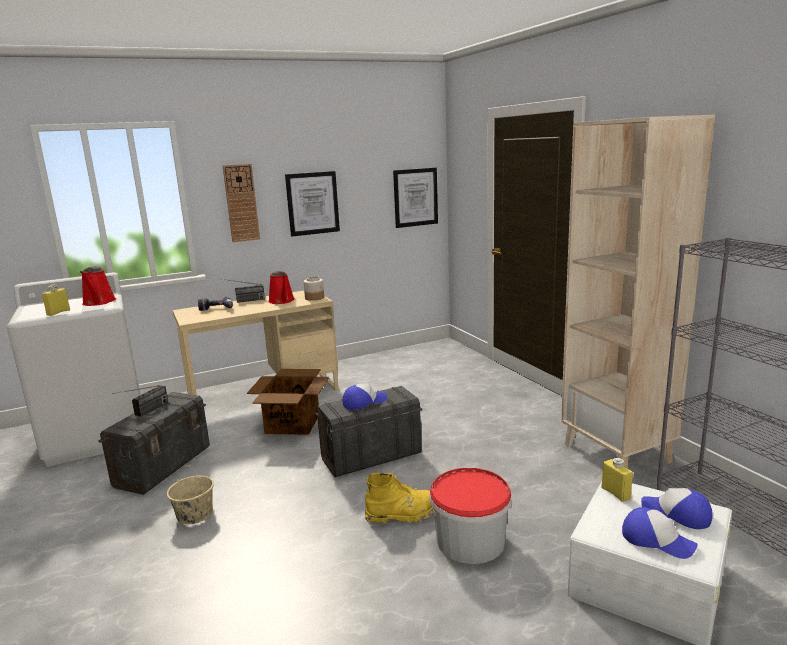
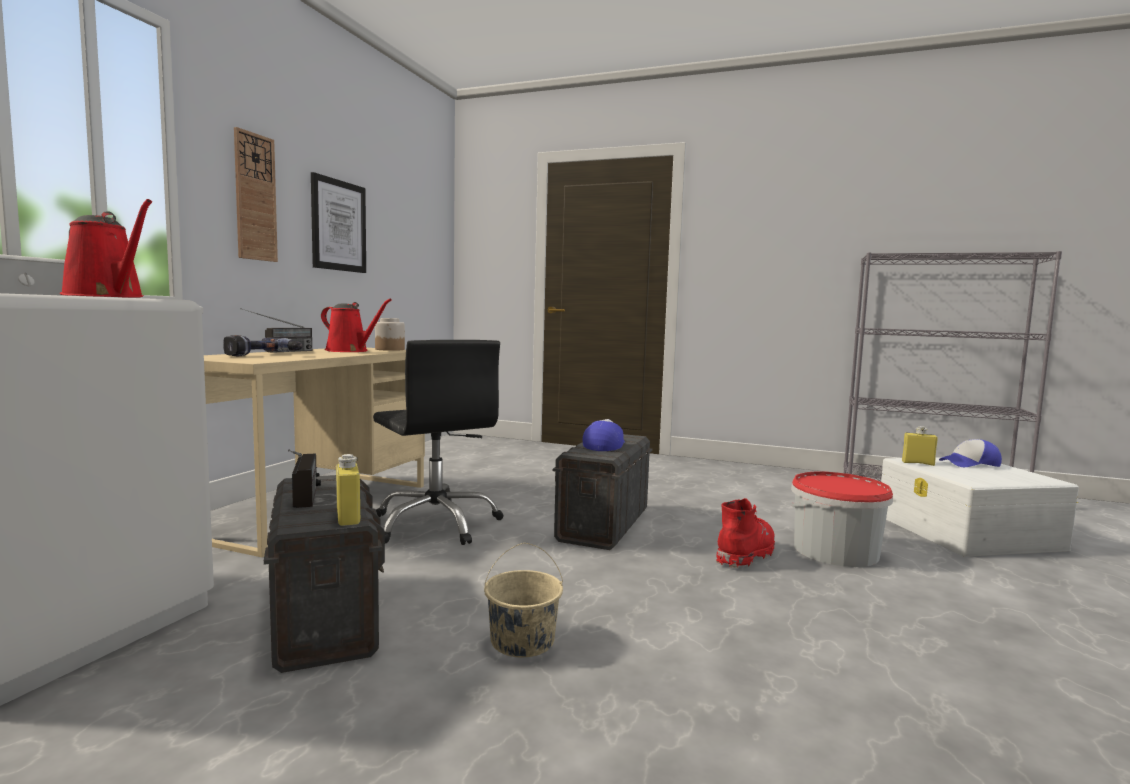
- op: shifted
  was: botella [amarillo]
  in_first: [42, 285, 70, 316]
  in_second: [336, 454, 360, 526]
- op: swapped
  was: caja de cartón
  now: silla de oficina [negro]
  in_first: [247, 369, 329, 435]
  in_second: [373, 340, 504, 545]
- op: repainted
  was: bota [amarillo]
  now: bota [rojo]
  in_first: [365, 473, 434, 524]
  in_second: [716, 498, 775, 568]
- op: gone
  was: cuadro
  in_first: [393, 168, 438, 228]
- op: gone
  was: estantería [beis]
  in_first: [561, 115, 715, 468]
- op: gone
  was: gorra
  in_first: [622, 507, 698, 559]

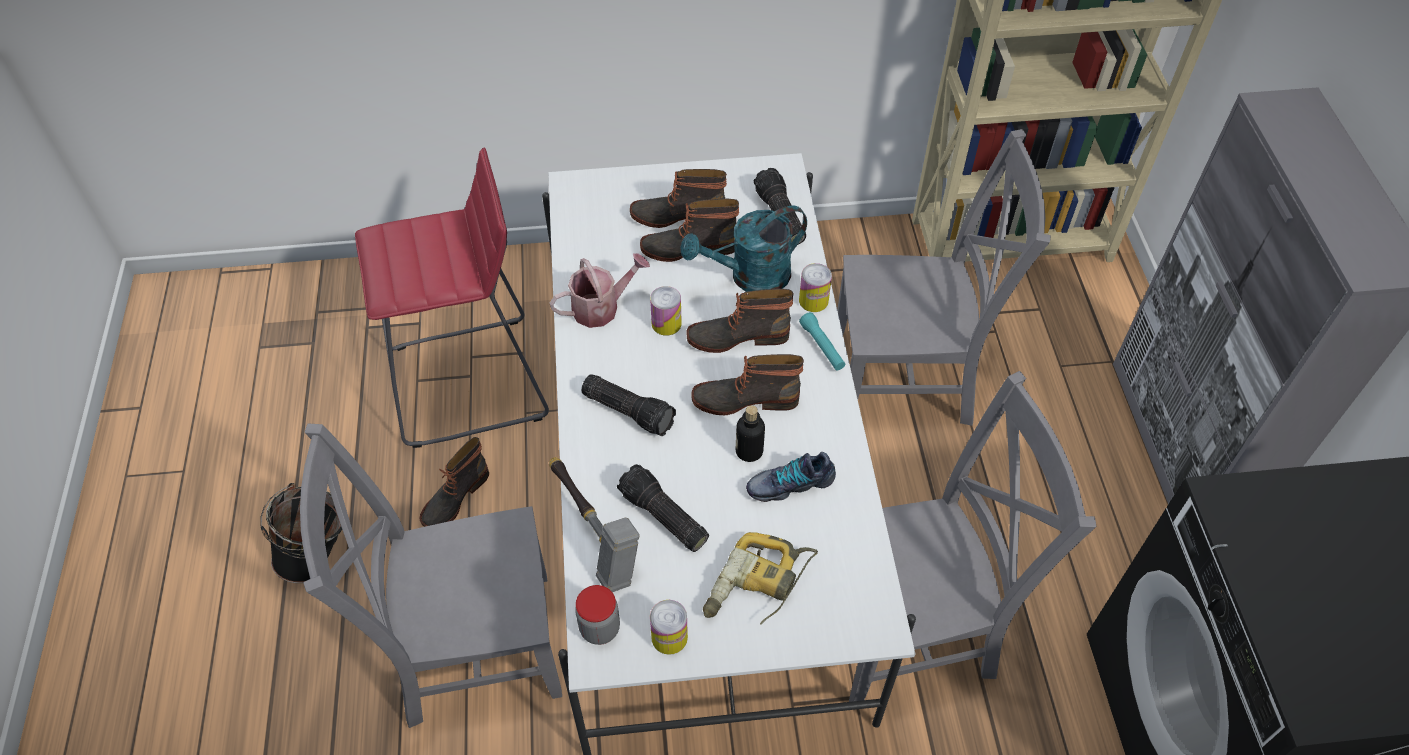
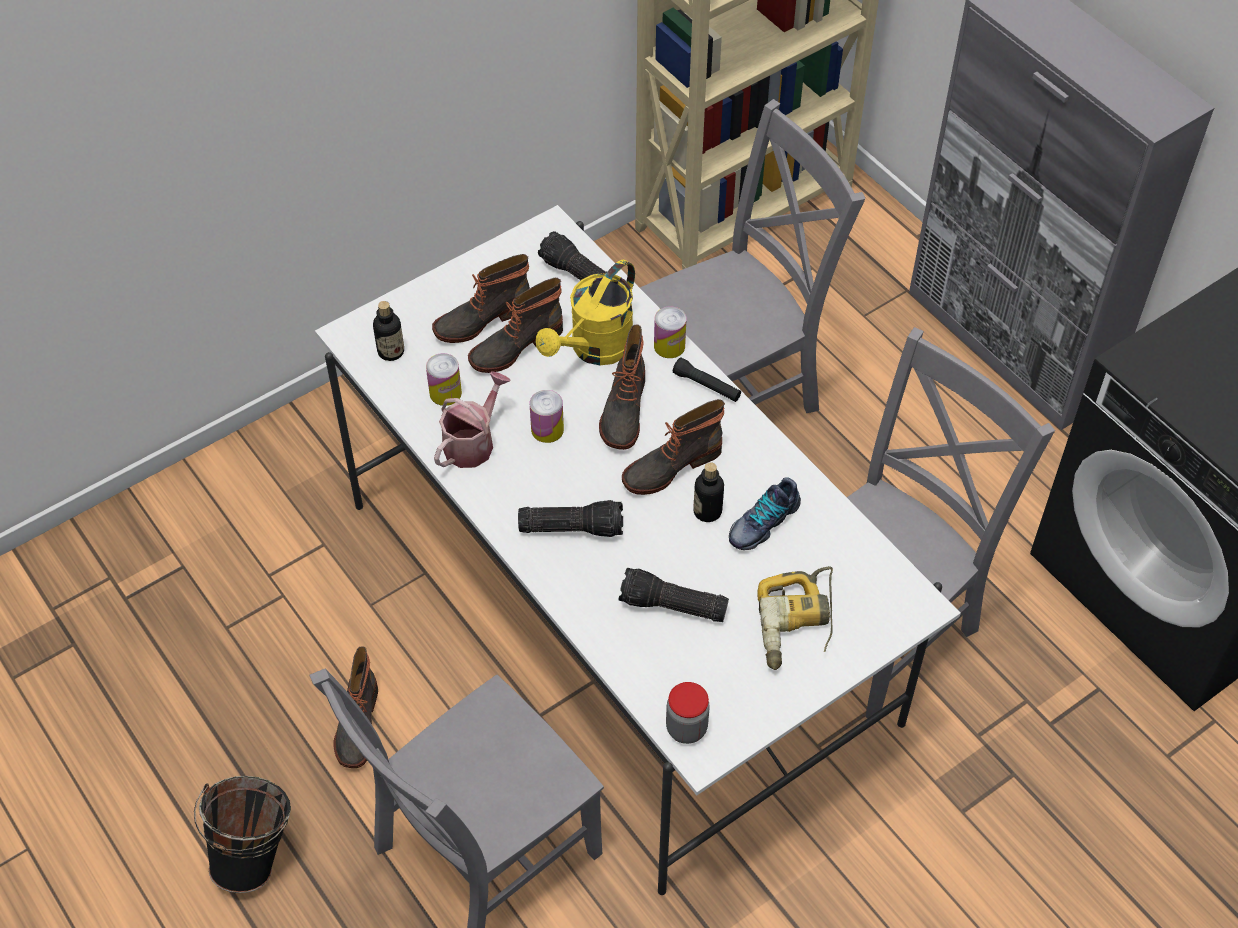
- op: gone
  was: taburete [rojo]
  in_first: [355, 148, 549, 448]
- op: gone
  was: martillo
  in_first: [549, 457, 640, 592]
- op: shifted
  was: lata
  in_first: [650, 600, 688, 655]
  in_second: [426, 353, 462, 406]
- op: repainted
  was: regadera [turquesa]
  now: regadera [amarillo]
  in_first: [680, 205, 807, 292]
  in_second: [536, 260, 635, 365]
- op: rotated
  was: bota
  in_first: [686, 288, 794, 353]
  in_second: [599, 325, 645, 450]
  clockwise: -45
- op: repainted
  was: linterna [turquesa]
  now: linterna [negro]
  in_first: [799, 312, 845, 370]
  in_second: [673, 358, 741, 402]
- op: new
  now: botella
  in_second: [373, 301, 404, 361]

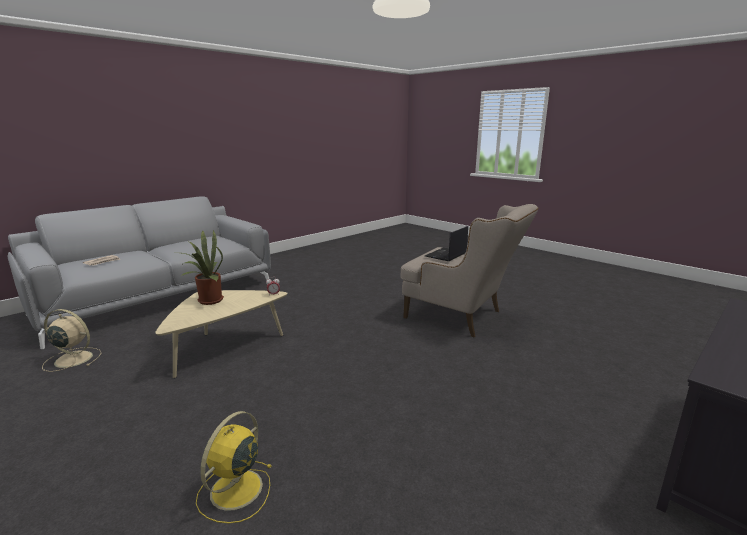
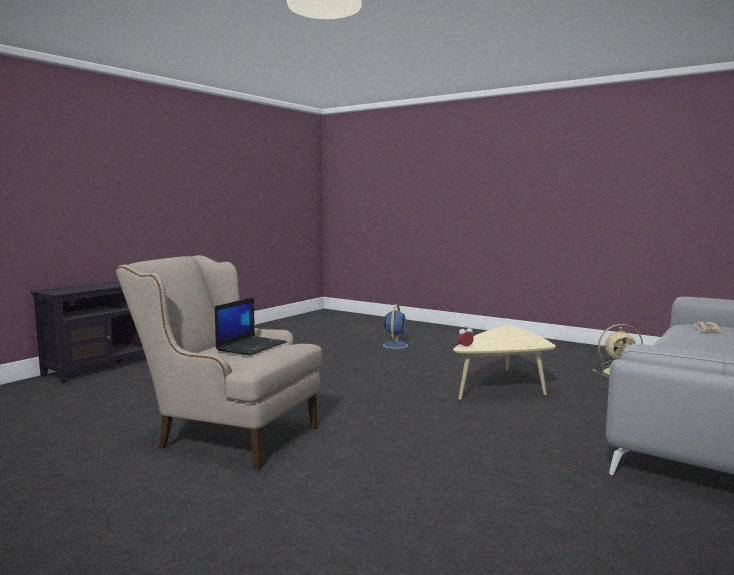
- op: gone
  was: planta en maceta
  in_first: [181, 230, 224, 305]
- op: repainted
  was: ventilador [amarillo]
  now: ventilador [azul]
  in_first: [196, 411, 271, 523]
  in_second: [378, 304, 414, 350]

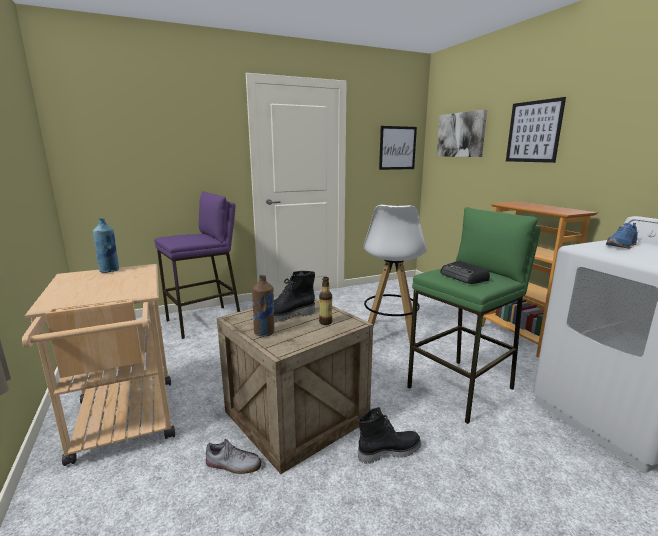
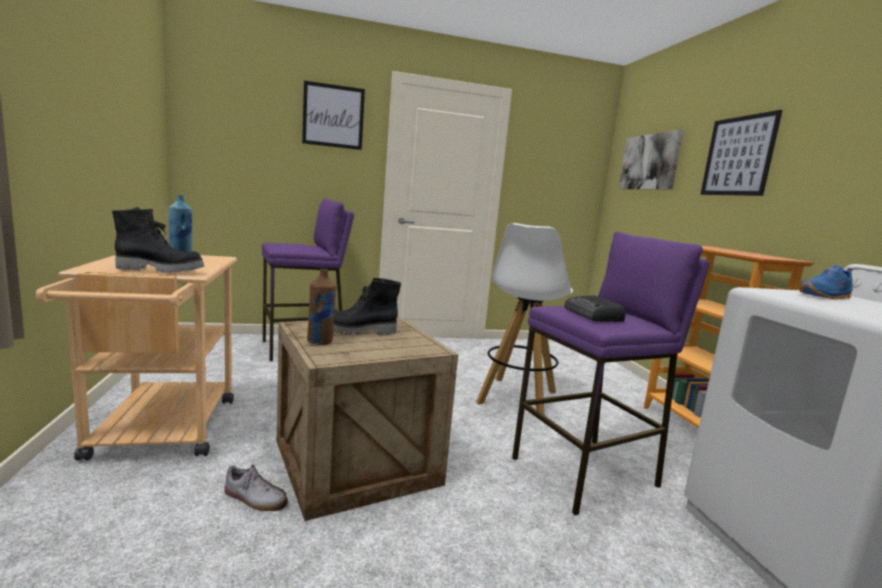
- op: gone
  was: botella
  in_first: [319, 277, 332, 325]
- op: shifted
  was: bota [negro]
  in_first: [358, 407, 421, 464]
  in_second: [112, 207, 204, 273]
- op: shifted
  was: cuadro
  in_first: [379, 126, 417, 170]
  in_second: [302, 81, 365, 150]
- op: repainted
  was: taburete [verde]
  now: taburete [morado]
  in_first: [407, 207, 541, 424]
  in_second: [512, 231, 710, 515]

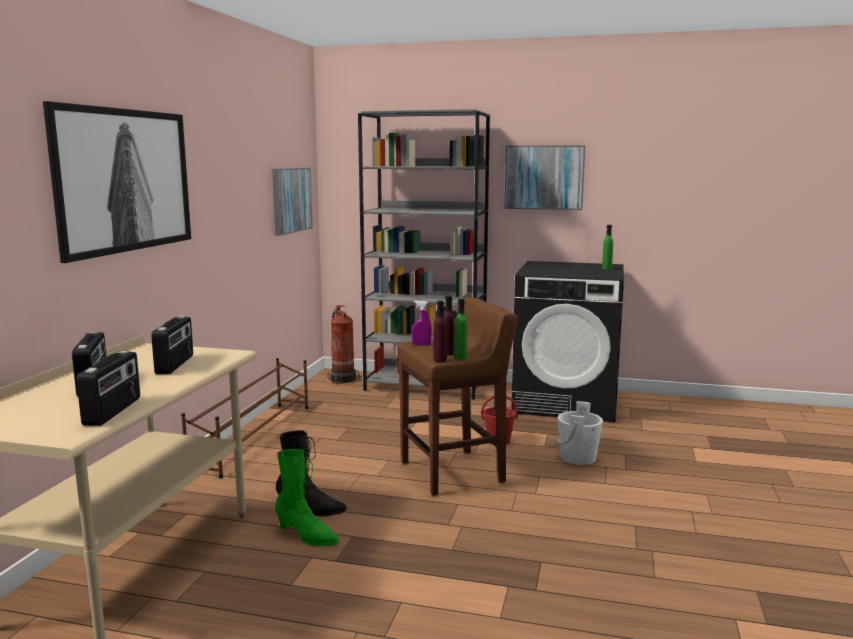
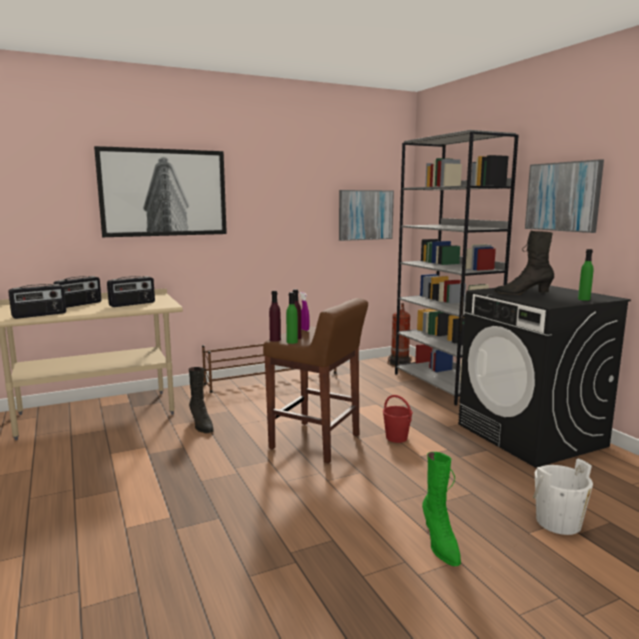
- op: shifted
  was: bota [verde]
  in_first: [275, 449, 339, 546]
  in_second: [422, 452, 461, 567]
- op: shifted
  was: cubo [blanco]
  in_first: [557, 401, 603, 465]
  in_second: [533, 458, 593, 535]
- op: new
  now: bota [negro]
  in_second: [494, 231, 554, 295]

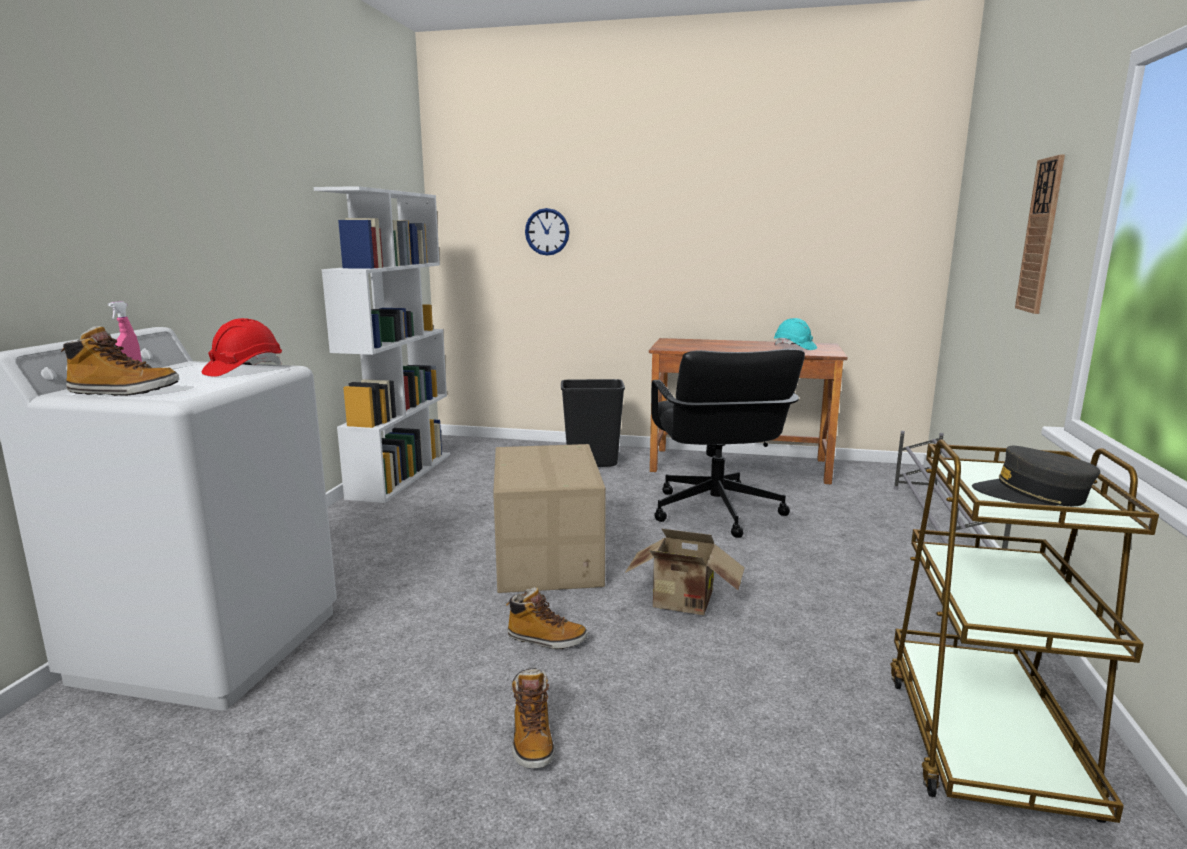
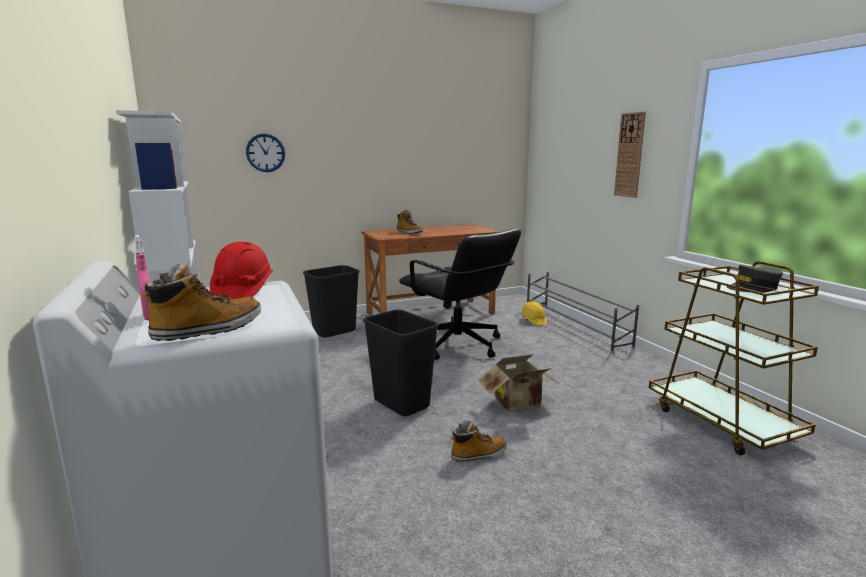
- op: swapped
  was: caja de cartón
  now: papelera [negro]
  in_first: [493, 444, 606, 593]
  in_second: [363, 310, 439, 416]
- op: shifted
  was: bota
  in_first: [512, 668, 554, 768]
  in_second: [396, 210, 423, 234]
- op: gone
  was: casco [turquesa]
  in_first: [774, 318, 817, 350]
- op: new
  now: casco [amarillo]
  in_second: [521, 301, 547, 326]

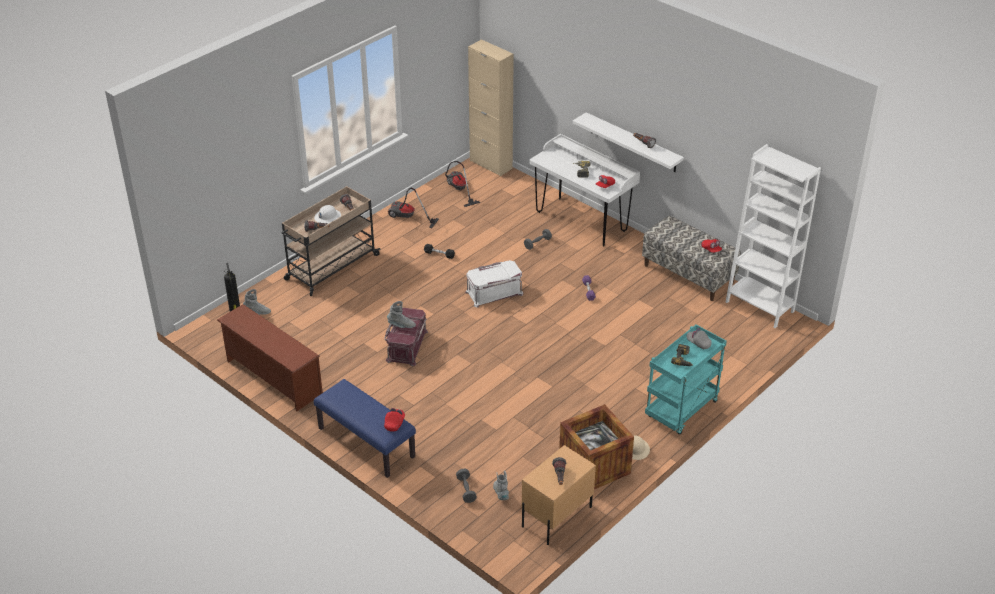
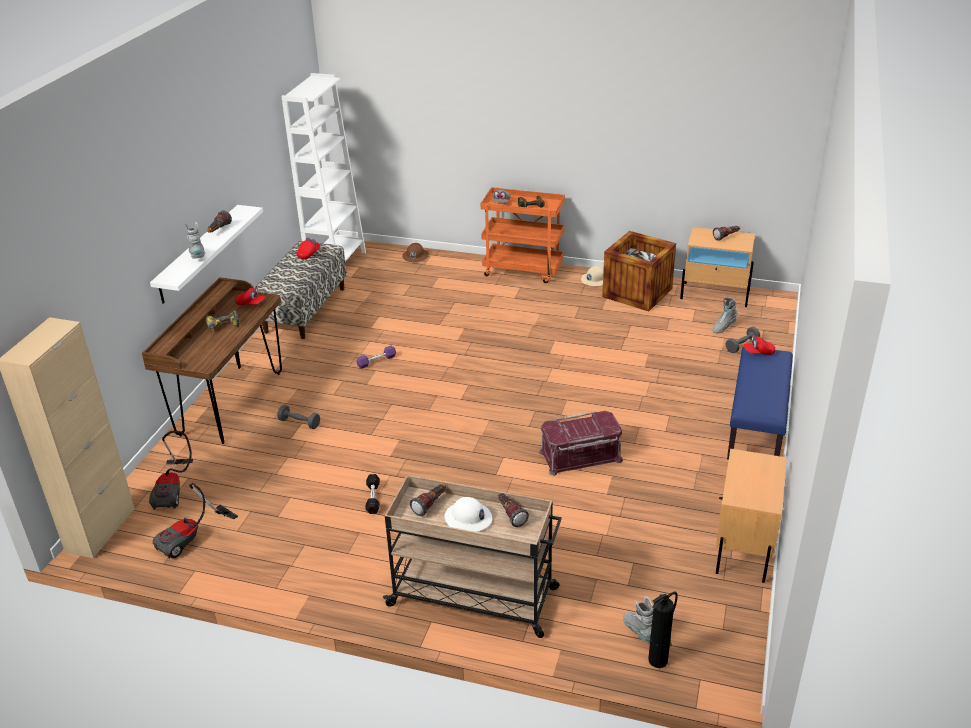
- op: swapped
  was: zapatero [marrón]
  now: mesita de noche [beis]
  in_first: [217, 304, 323, 411]
  in_second: [716, 449, 787, 583]
- op: shifted
  was: bota [gris]
  in_first: [387, 301, 416, 328]
  in_second: [185, 222, 206, 258]
- op: shifted
  was: aspiradora
  in_first: [388, 188, 439, 228]
  in_second: [149, 431, 193, 510]
- op: gone
  was: caja de almacenaje [blanco]
  in_first: [465, 260, 524, 307]
- op: repainted
  was: escritorio [blanco]
  now: escritorio [marrón]
  in_first: [530, 134, 640, 247]
  in_second: [142, 277, 282, 444]
- op: repainted
  was: carrito [turquesa]
  now: carrito [naranja]
  in_first: [645, 325, 727, 435]
  in_second: [480, 187, 565, 283]
- op: new
  now: casco [marrón]
  in_second: [402, 243, 429, 262]

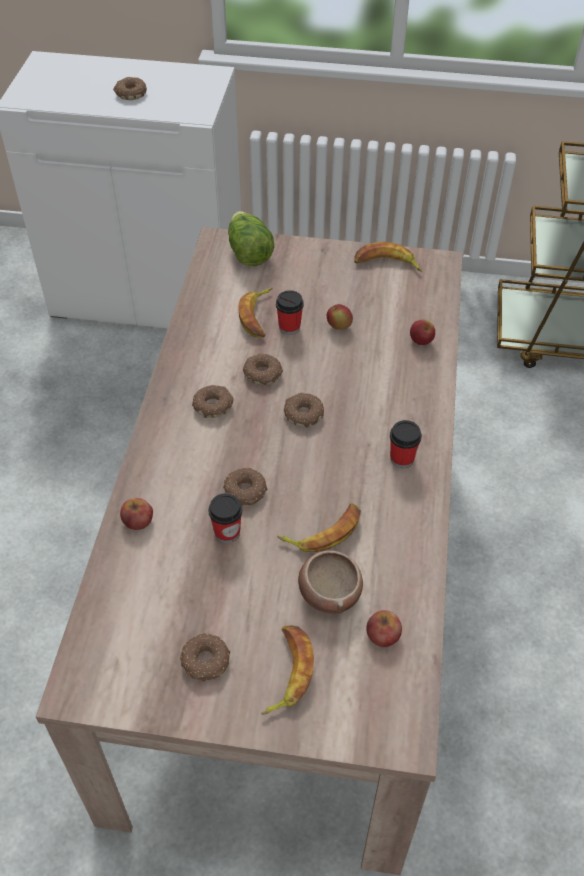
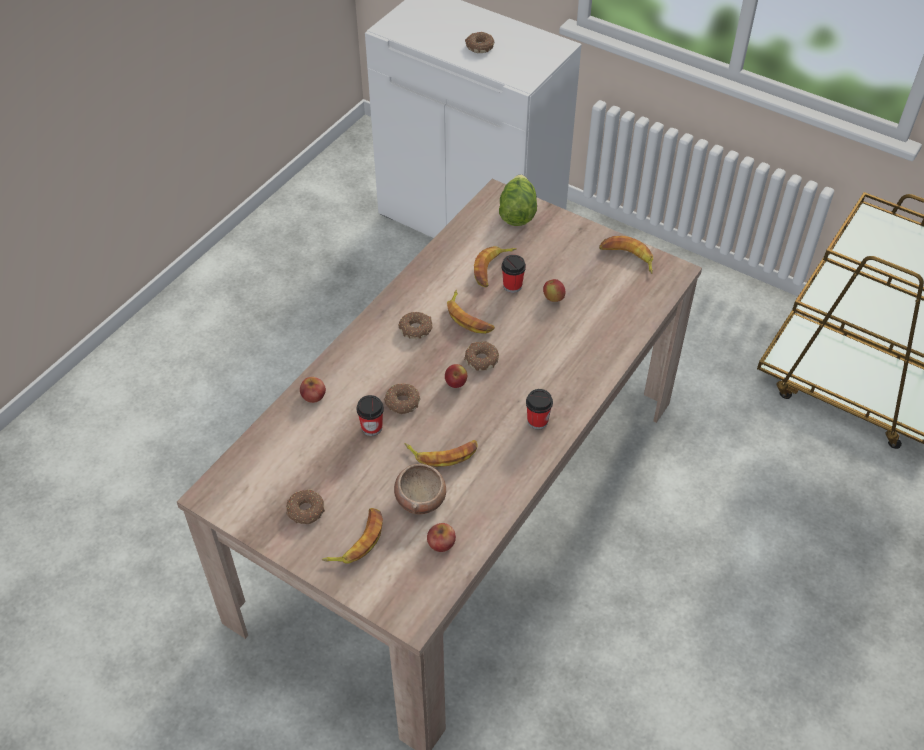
- op: swapped
  was: rosquilla
  now: plátano
  in_first: [243, 353, 283, 385]
  in_second: [447, 290, 495, 334]
- op: shifted
  was: manzana
  in_first: [410, 319, 435, 345]
  in_second: [445, 364, 467, 388]

